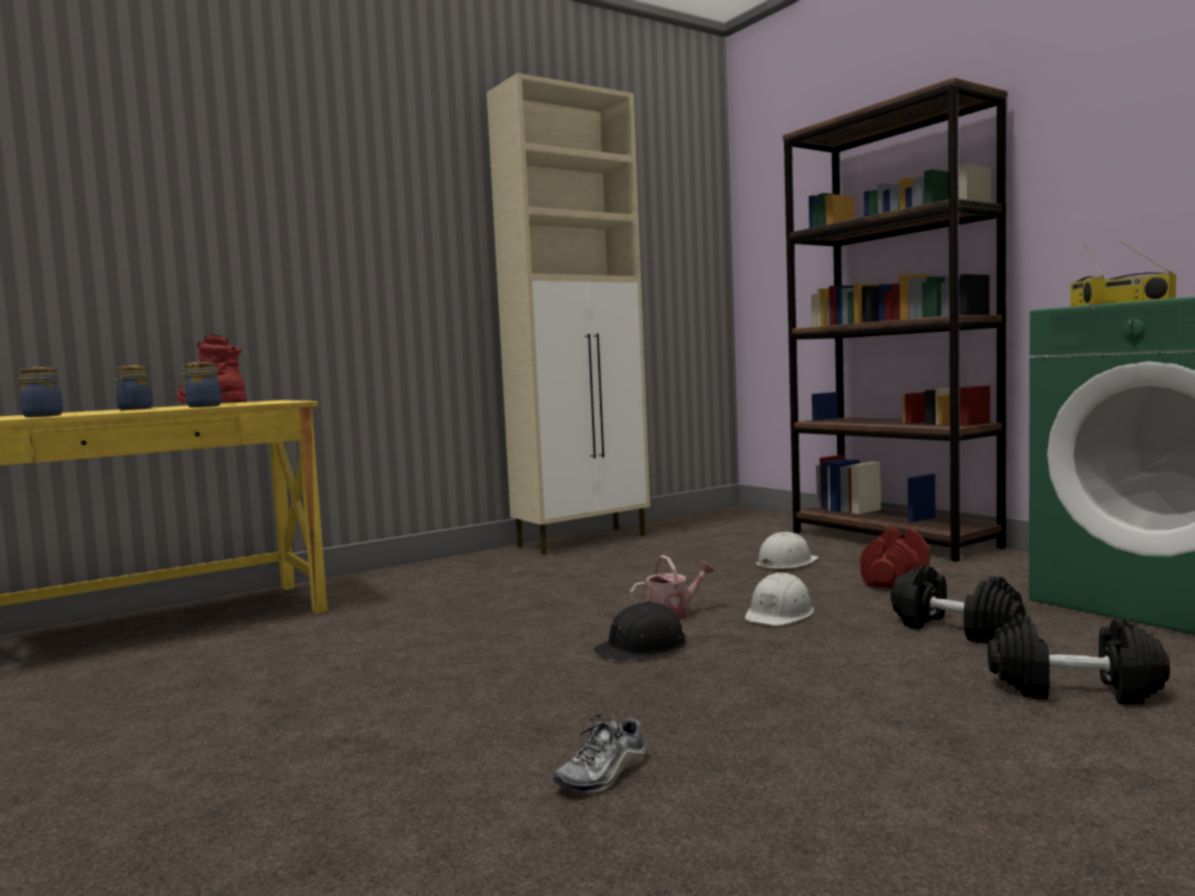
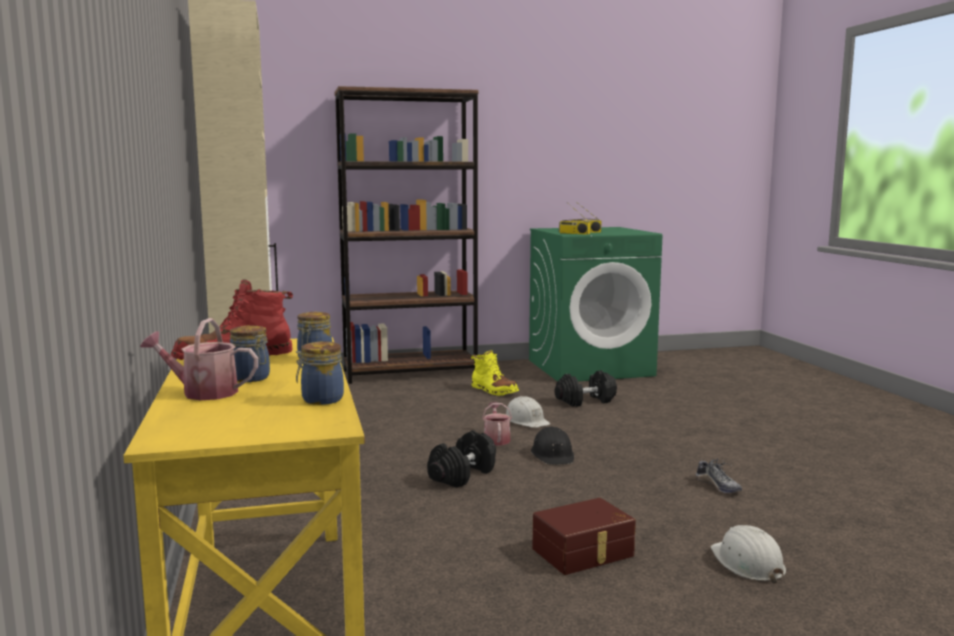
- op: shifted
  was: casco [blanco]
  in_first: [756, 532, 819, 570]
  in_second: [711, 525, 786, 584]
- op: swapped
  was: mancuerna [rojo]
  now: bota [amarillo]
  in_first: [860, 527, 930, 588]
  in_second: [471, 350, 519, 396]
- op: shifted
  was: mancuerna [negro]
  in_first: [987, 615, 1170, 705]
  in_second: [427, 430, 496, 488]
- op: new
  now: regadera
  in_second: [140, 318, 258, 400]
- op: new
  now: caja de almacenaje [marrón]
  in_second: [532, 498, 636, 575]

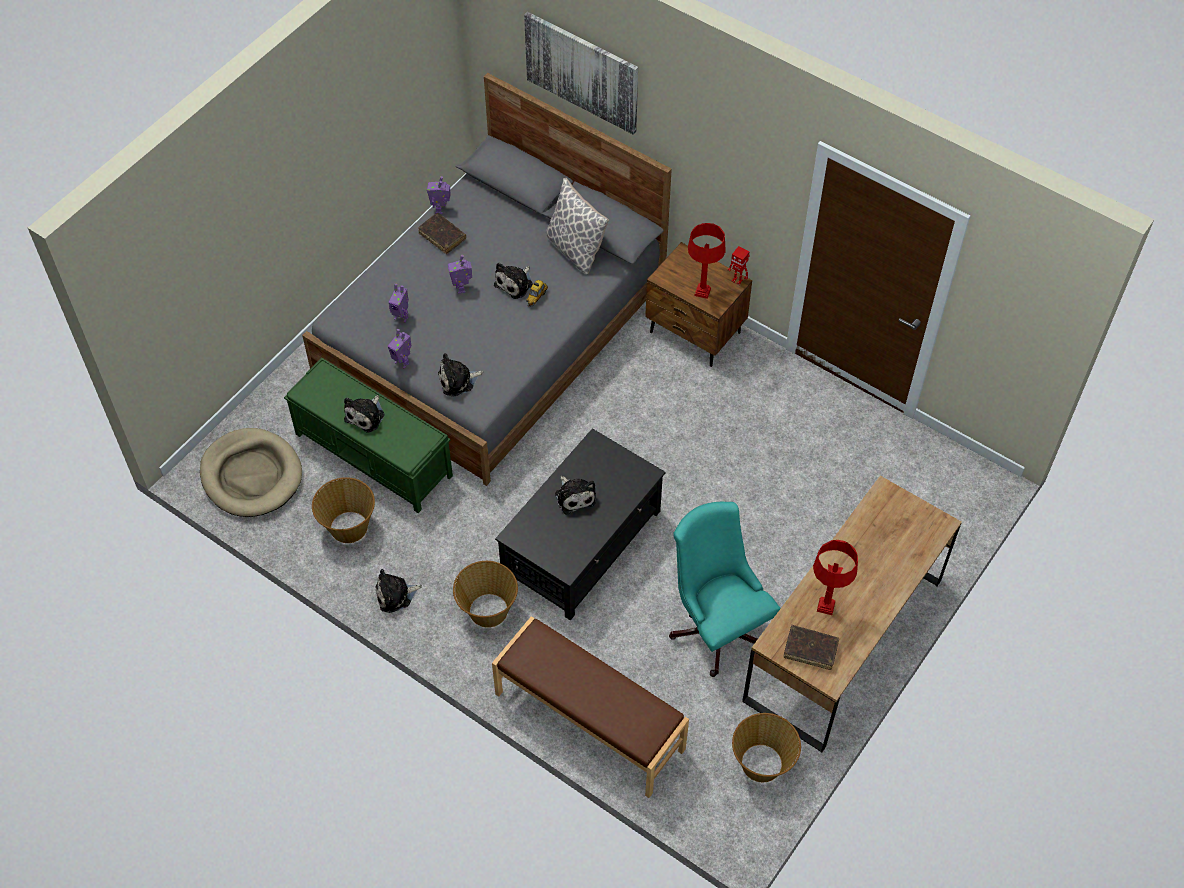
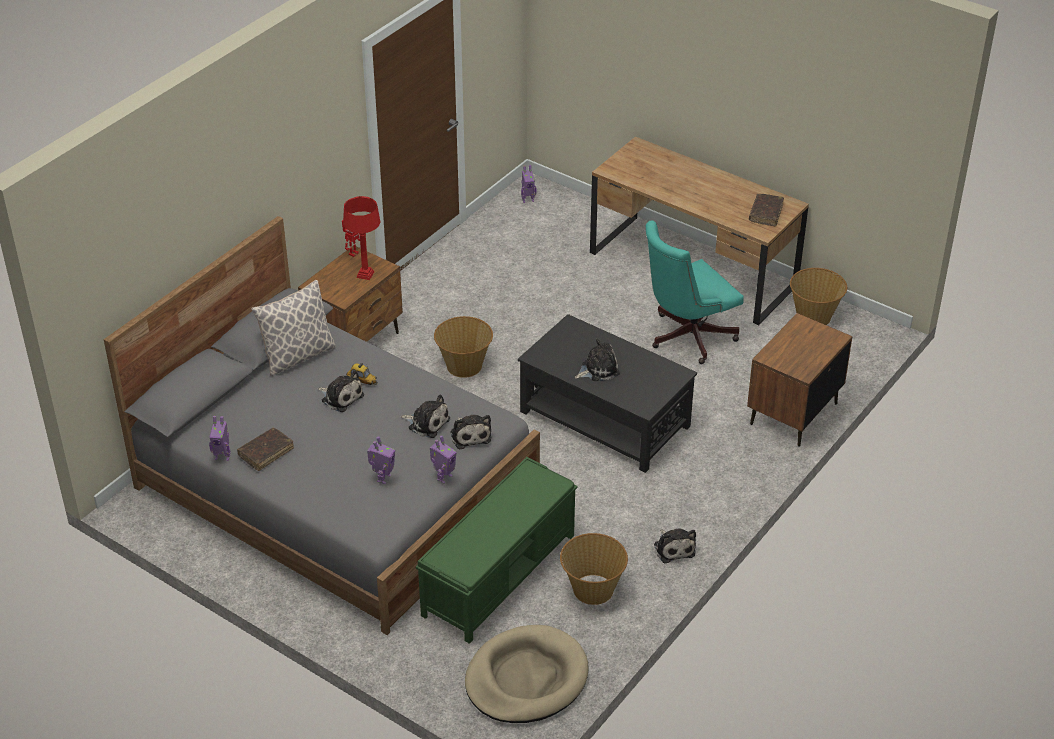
- op: shifted
  was: peluche
  in_first: [344, 395, 384, 433]
  in_second: [401, 395, 450, 438]
- op: shifted
  was: robot de juguete
  in_first: [448, 255, 472, 294]
  in_second: [521, 165, 536, 203]
- op: shifted
  was: cesta
  in_first: [453, 561, 518, 628]
  in_second: [434, 316, 493, 378]
- op: swapped
  was: banco [marrón]
  now: mesita de noche [marrón]
  in_first: [492, 616, 689, 798]
  in_second: [747, 313, 853, 447]
- op: gone
  was: cuadro
  in_first: [524, 12, 638, 135]
- op: gone
  was: lámpara de mesa [rojo]
  in_first: [813, 540, 858, 615]

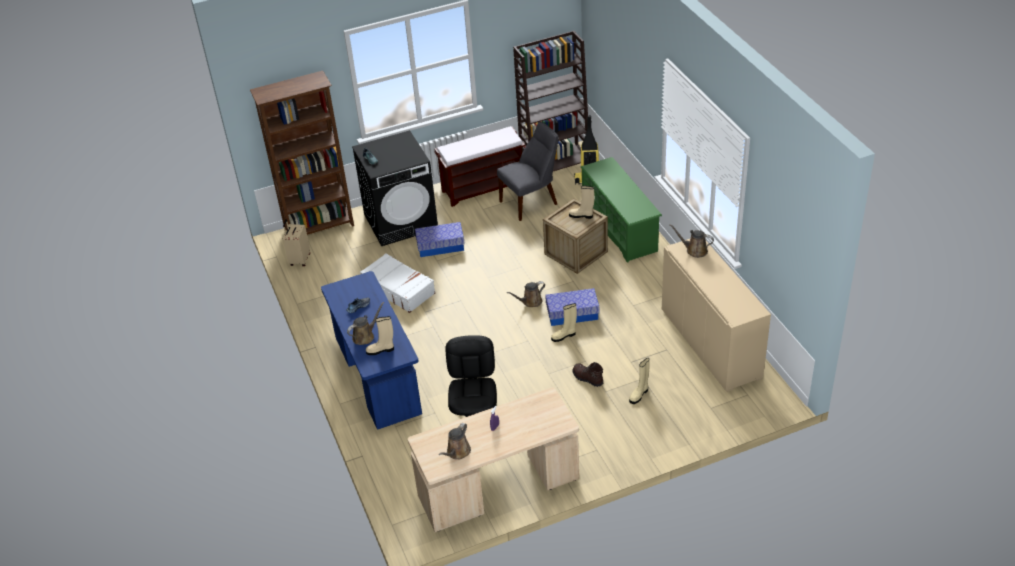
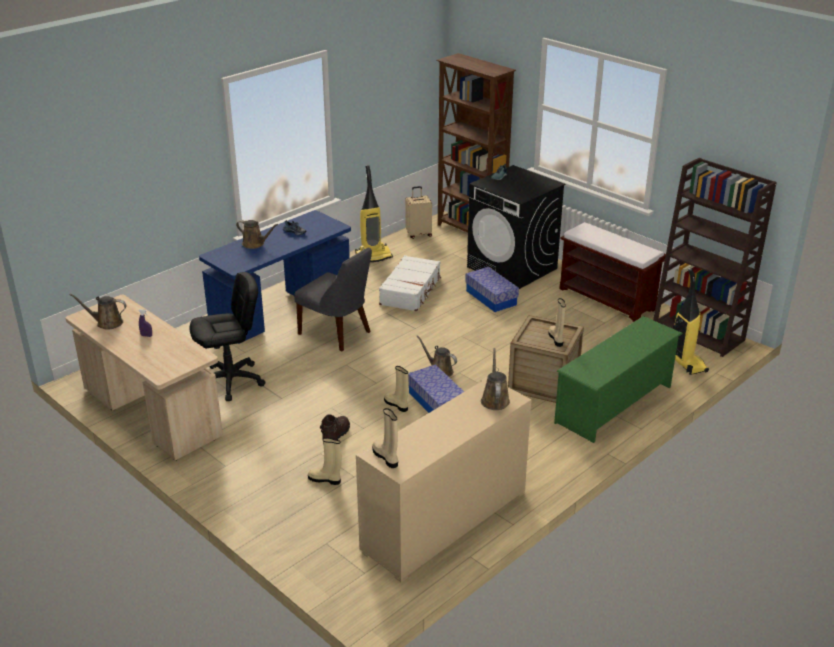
- op: shifted
  was: bota [beis]
  in_first: [366, 316, 394, 355]
  in_second: [372, 408, 398, 468]
- op: shifted
  was: silla [gris]
  in_first: [497, 122, 559, 221]
  in_second: [294, 248, 372, 351]
- op: new
  now: aspiradora
  in_second: [355, 165, 393, 262]

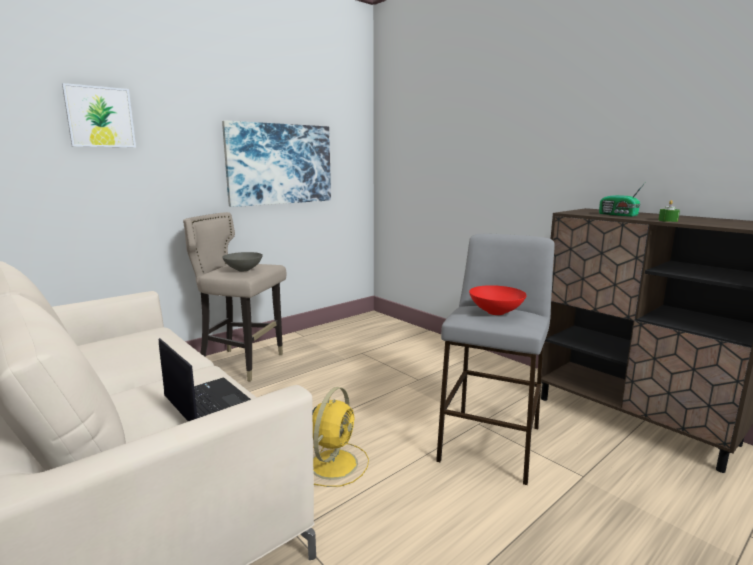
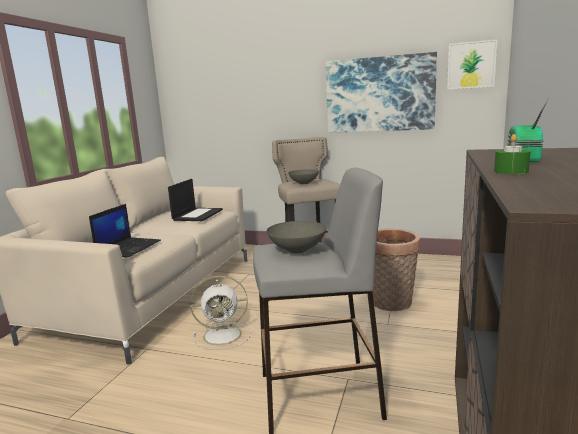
- op: shifted
  was: cuadro
  in_first: [62, 83, 136, 147]
  in_second: [447, 39, 497, 90]
- op: repainted
  was: ventilador [amarillo]
  now: ventilador [blanco]
  in_first: [313, 387, 369, 487]
  in_second: [190, 275, 251, 350]
- op: repainted
  was: cuenco [rojo]
  now: cuenco [gris]
  in_first: [469, 285, 527, 315]
  in_second: [267, 221, 327, 253]
- op: new
  now: portátil
  in_second: [168, 179, 223, 221]
- op: new
  now: cesta
  in_second: [372, 229, 420, 311]

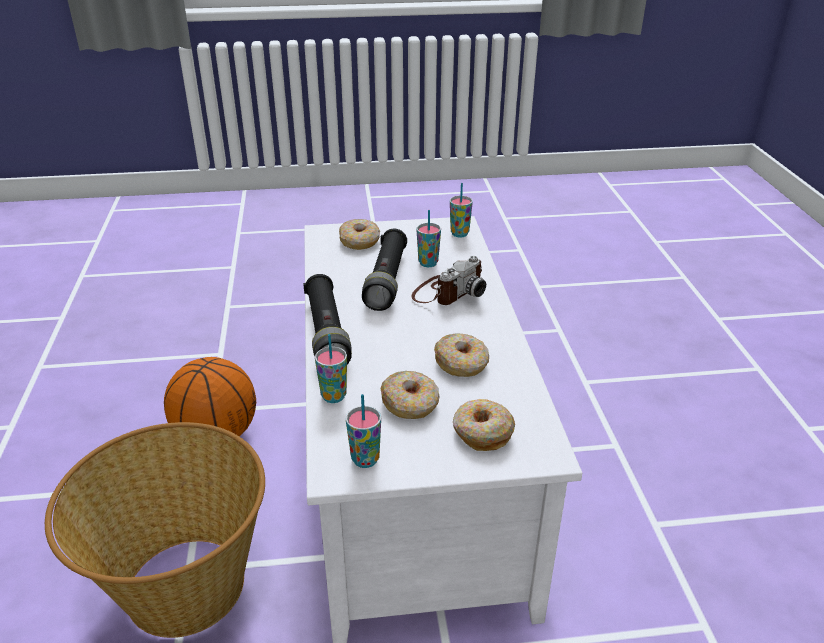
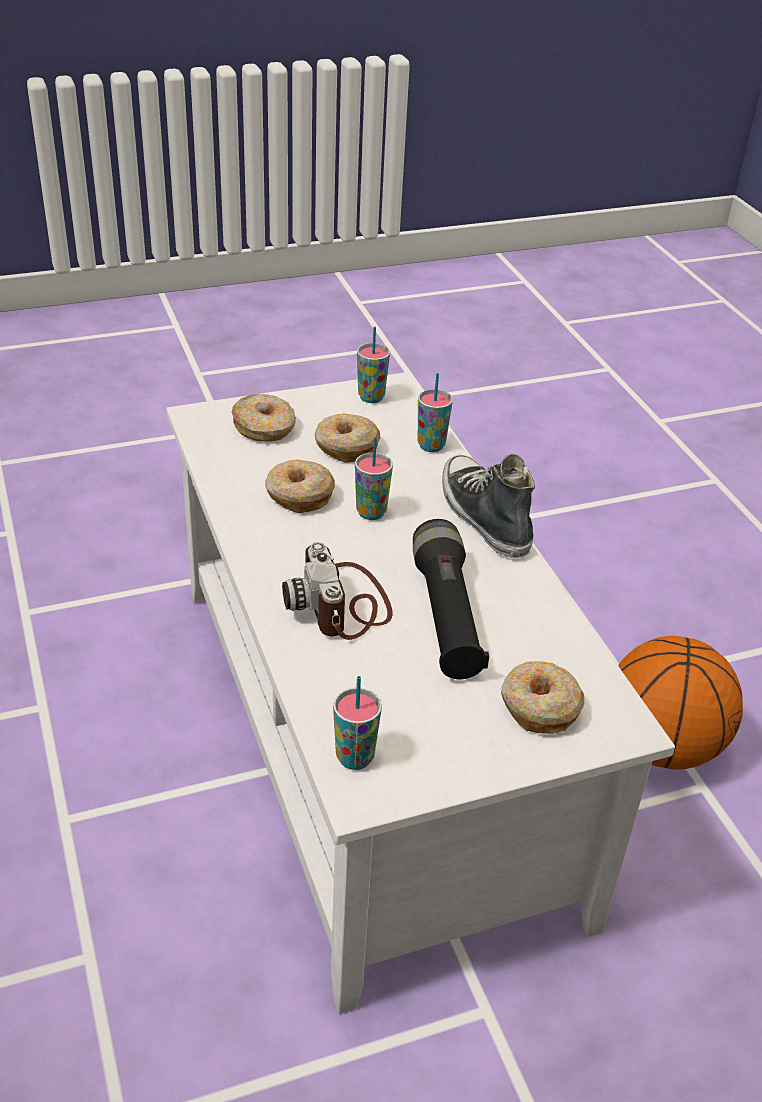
- op: gone
  was: cesta
  in_first: [45, 422, 265, 638]
- op: swapped
  was: linterna [negro]
  now: zapato
  in_first: [303, 274, 352, 364]
  in_second: [442, 454, 535, 558]
- op: rotated
  was: cámara
  in_first: [411, 256, 486, 305]
  in_second: [282, 542, 393, 640]
  clockwise: -45
- op: shifted
  was: taza
  in_first: [417, 210, 441, 267]
  in_second: [355, 437, 393, 520]

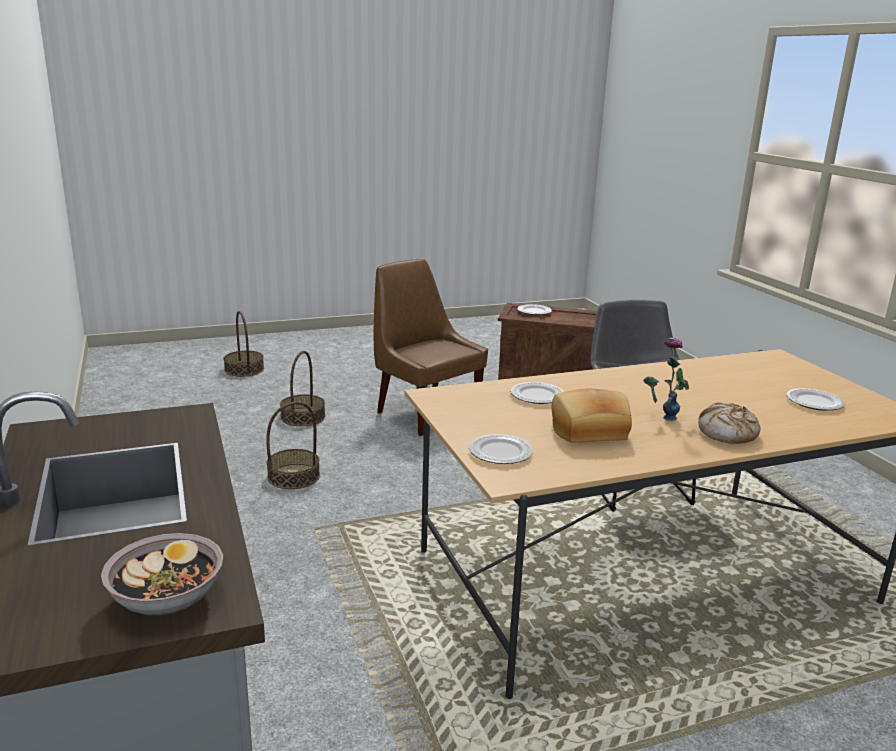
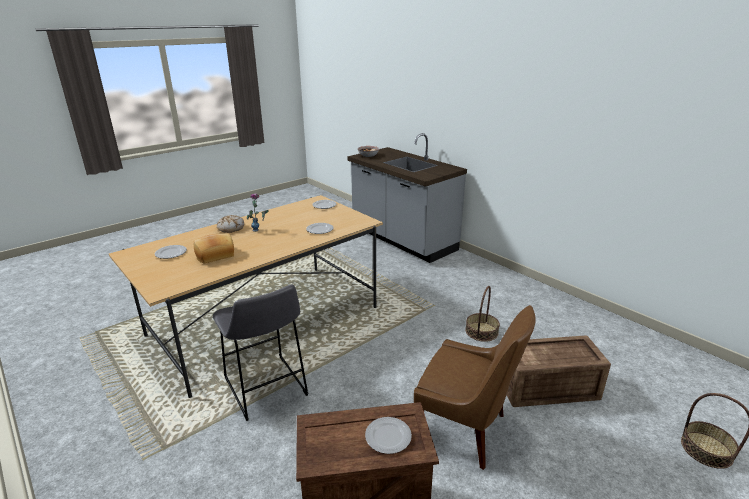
- op: swapped
  was: cesta
  now: caja de embalaje
  in_first: [280, 351, 325, 426]
  in_second: [507, 335, 611, 407]
- op: shifted
  was: pan
  in_first: [552, 389, 632, 443]
  in_second: [194, 233, 234, 263]

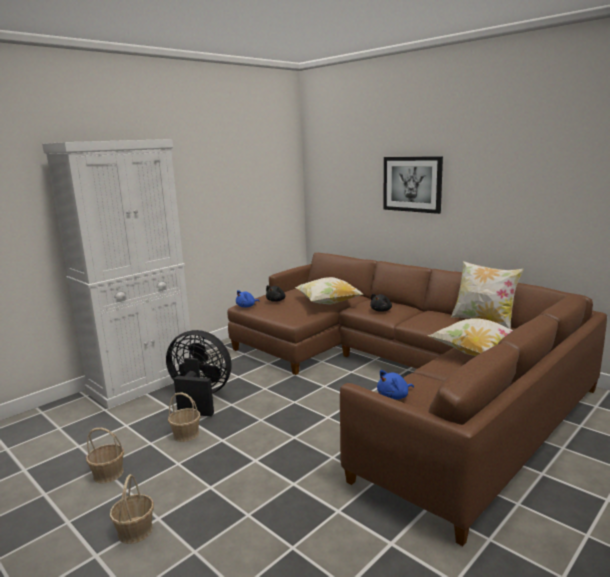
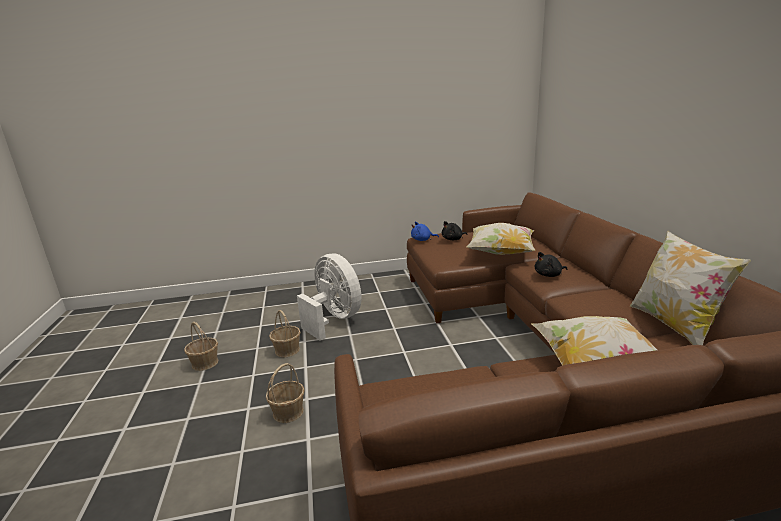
- op: gone
  was: armario [blanco]
  in_first: [42, 139, 192, 409]
- op: shifted
  was: cesta
  in_first: [110, 474, 154, 544]
  in_second: [266, 363, 305, 423]
- op: repainted
  was: ventilador [negro]
  now: ventilador [blanco]
  in_first: [166, 330, 231, 417]
  in_second: [297, 254, 362, 341]
- op: gone
  was: peluche [azul]
  in_first: [377, 370, 414, 400]
- op: gone
  was: cuadro
  in_first: [383, 156, 443, 214]

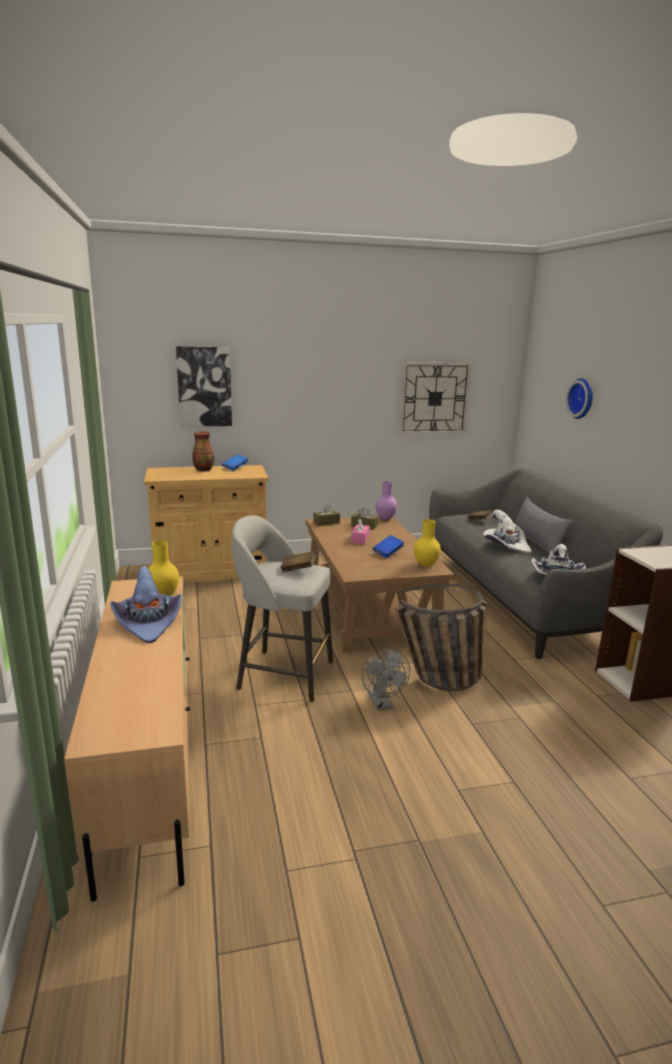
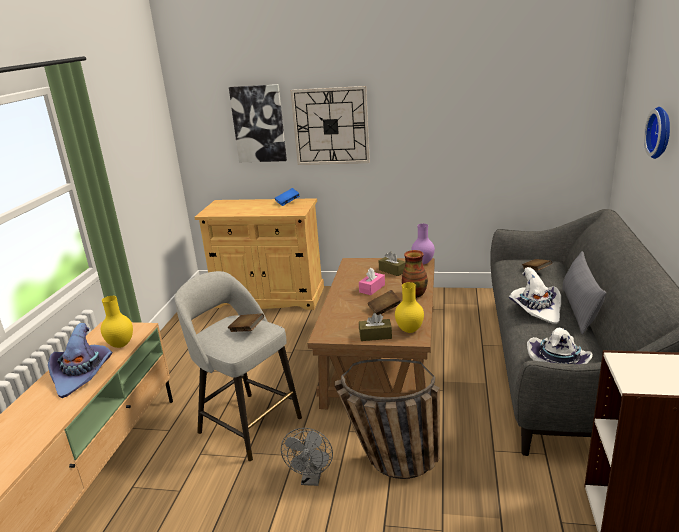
- op: shifted
  was: florero
  in_first: [192, 432, 214, 471]
  in_second: [402, 250, 428, 298]
- op: shifted
  was: caja de pañuelos [marrón]
  in_first: [313, 504, 340, 526]
  in_second: [359, 313, 392, 341]
- op: repainted
  was: libro [azul]
  now: libro [marrón]
  in_first: [373, 535, 404, 558]
  in_second: [368, 290, 401, 315]
- op: shifted
  was: reloj de pared
  in_first: [400, 362, 471, 434]
  in_second: [290, 86, 370, 165]

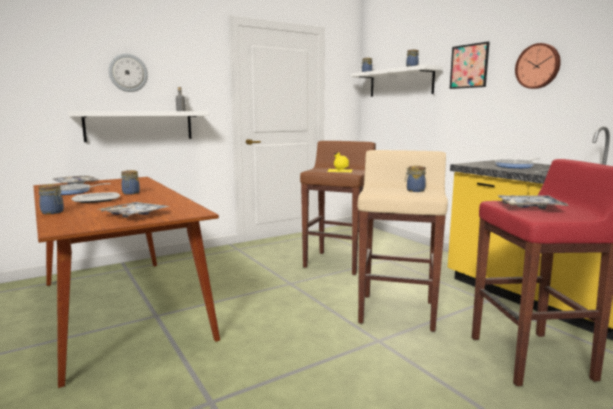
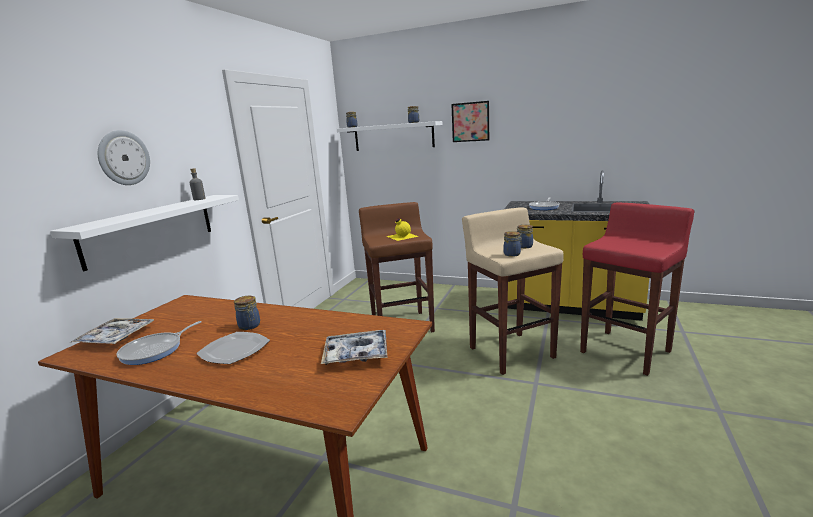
- op: shifted
  was: tarro
  in_first: [38, 184, 64, 214]
  in_second: [504, 231, 522, 257]
- op: gone
  was: bandeja
  in_first: [498, 195, 568, 209]
- op: gone
  was: reloj de pared
  in_first: [515, 43, 561, 89]

